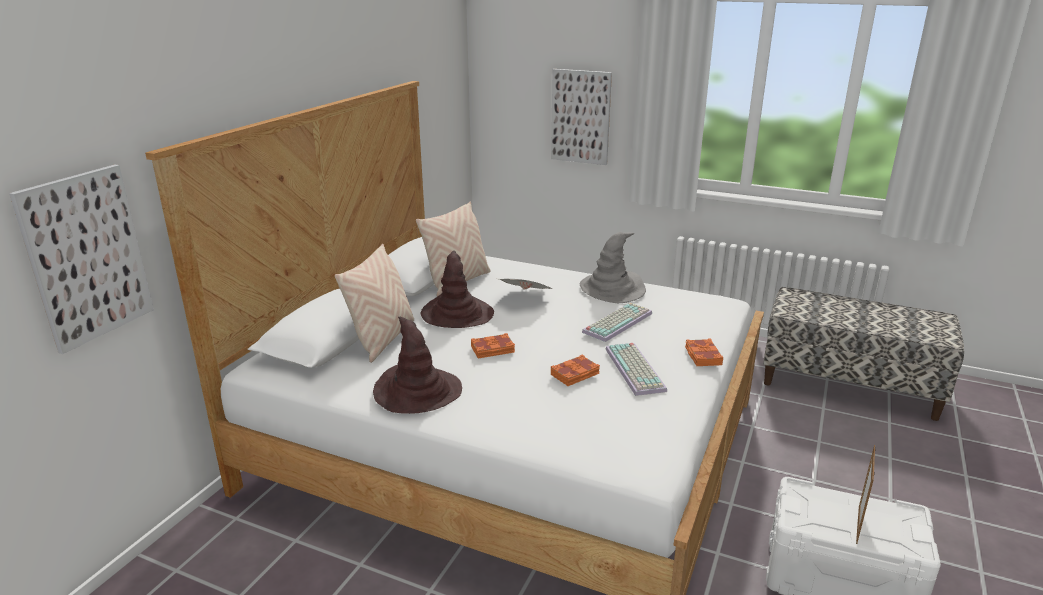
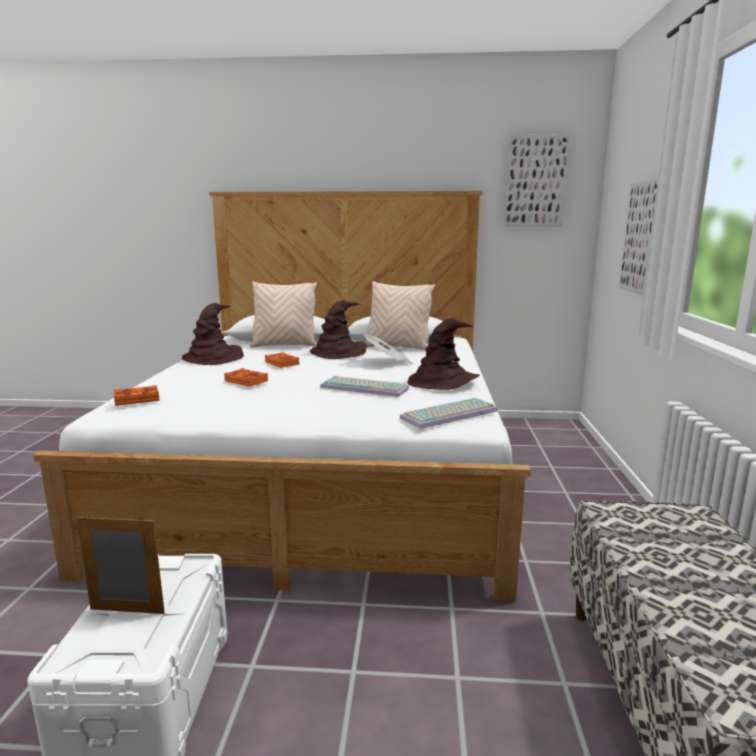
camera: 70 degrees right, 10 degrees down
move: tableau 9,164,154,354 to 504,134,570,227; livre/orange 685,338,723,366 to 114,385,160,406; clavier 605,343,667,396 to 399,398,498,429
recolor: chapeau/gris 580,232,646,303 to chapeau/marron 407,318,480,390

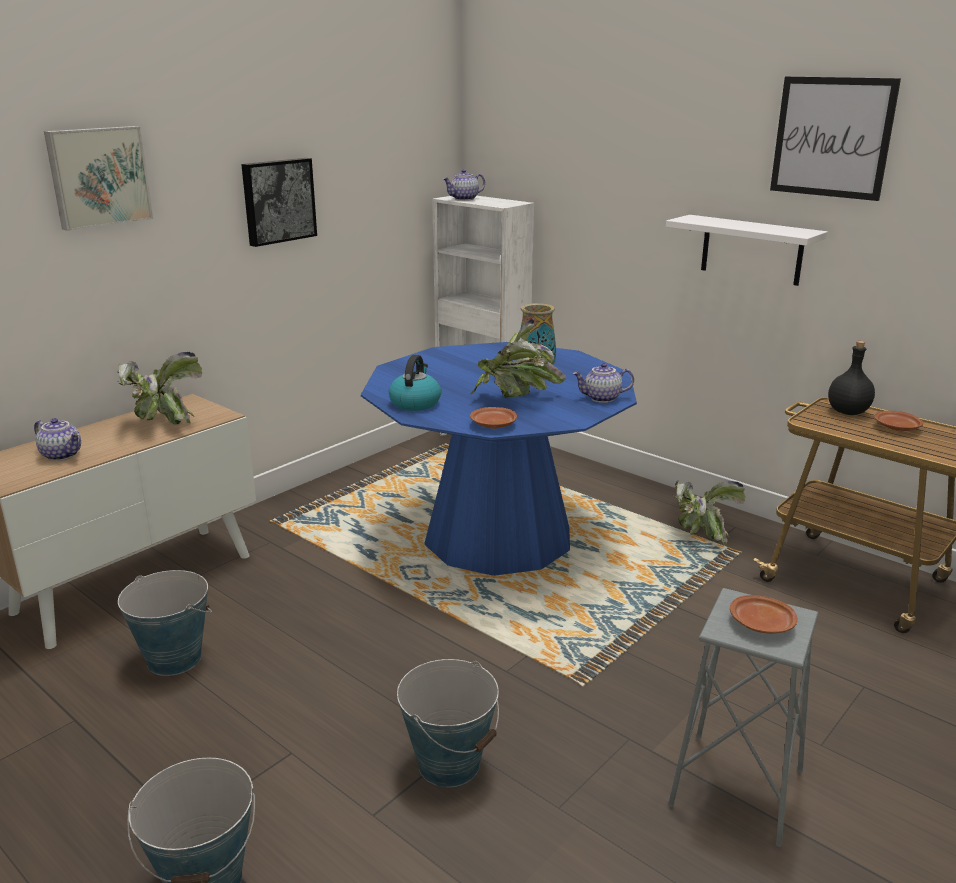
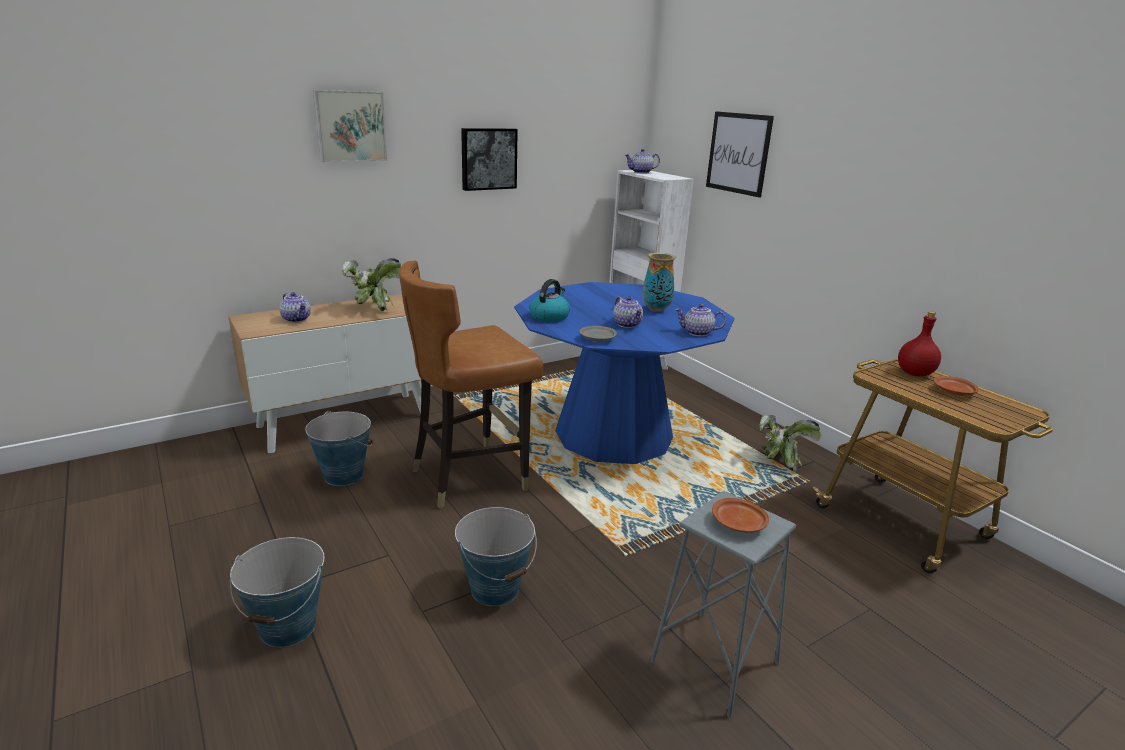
camera: 15 degrees right, 0 degrees up
delete: étagère/blanc 666,215,828,286
insert: chaise/marron 399,261,543,509
move: tableau 770,76,901,201 to 706,111,774,198
replace: plante en pot 470,320,566,398 to théière 613,296,643,328
recolor: bouteille/noir 828,341,875,415 to bouteille/rouge 898,311,941,377; assiette/marron 470,407,517,429 to assiette/gris 579,326,617,342

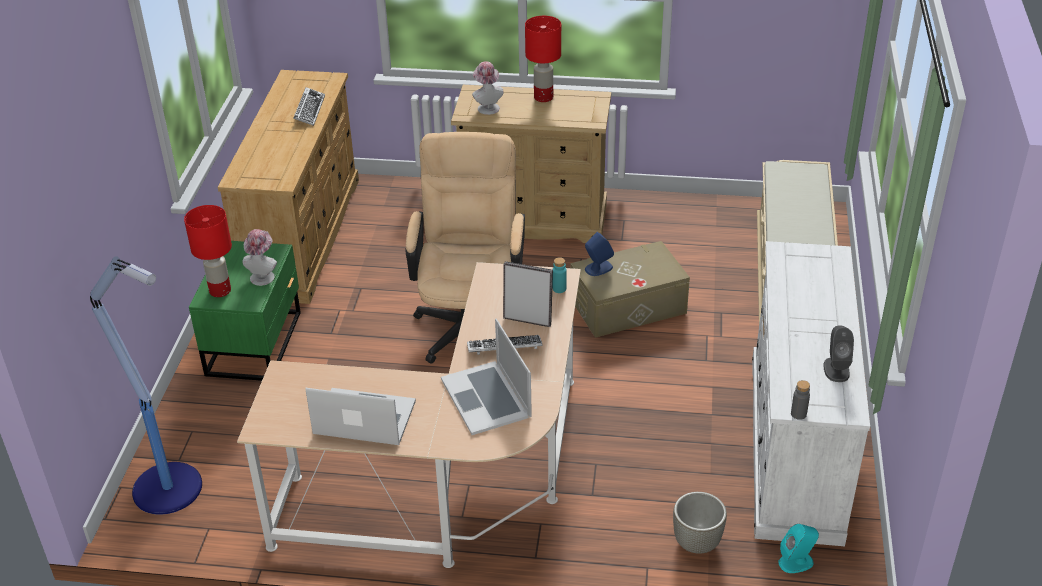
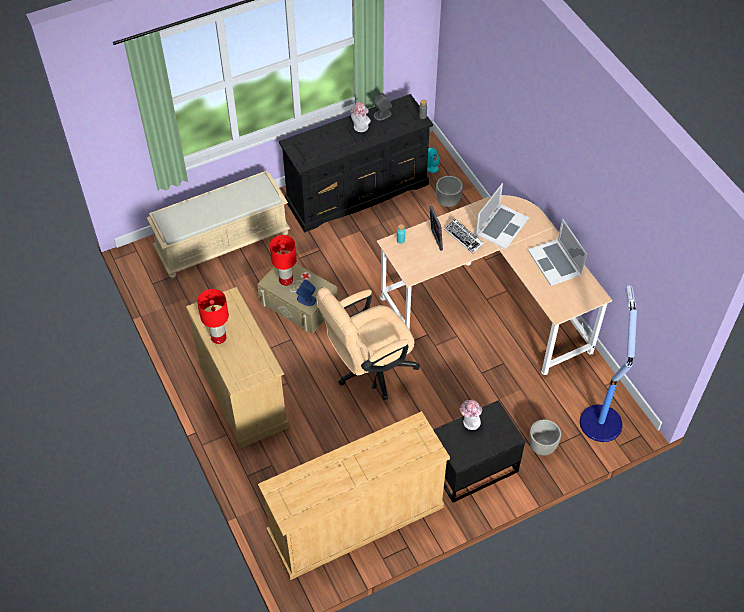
camera: 125 degrees left, 15 degrees up
delete: clavier 293,87,325,126
insert: cache-pot/gris 529,419,561,455
move: chapeau 472,61,504,115 to 351,102,371,132; lampe de table/rouge 184,205,232,297 to 270,235,297,286
recolor: table de chevet/vert 189,241,301,381 to table de chevet/noir 433,401,525,503; commode/blanc 752,241,870,546 to commode/noir 279,94,433,233

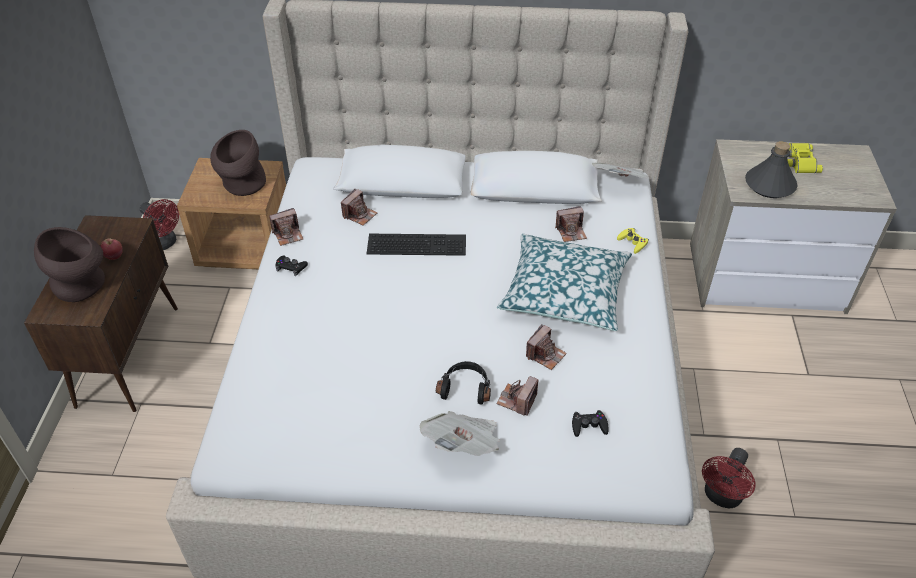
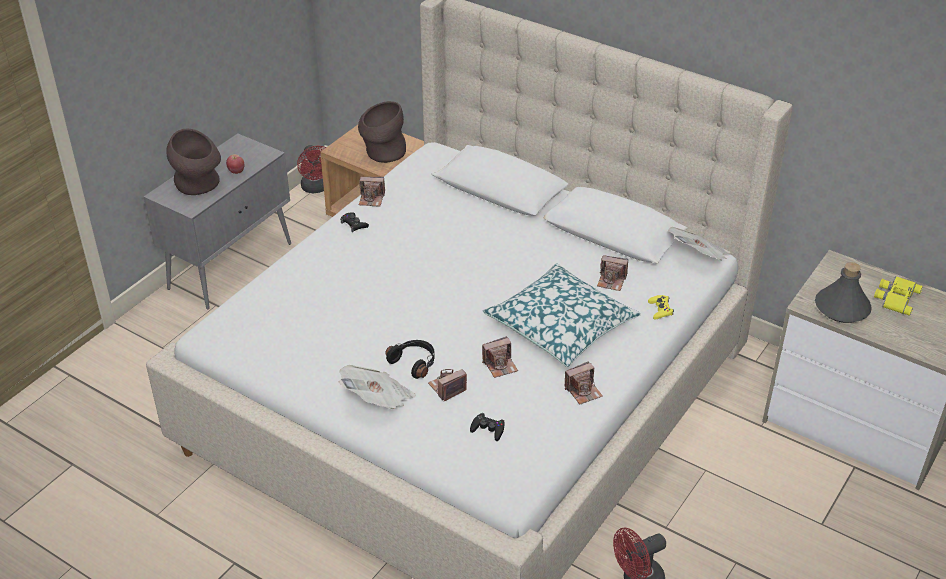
camera: 30 degrees right, 5 degrees down
delete: clavier 367,234,466,256
move: appareil photo 341,189,377,226 to 564,361,603,404
recolor: meuble de rangement/marron 24,215,178,412 to meuble de rangement/gris 143,133,291,309

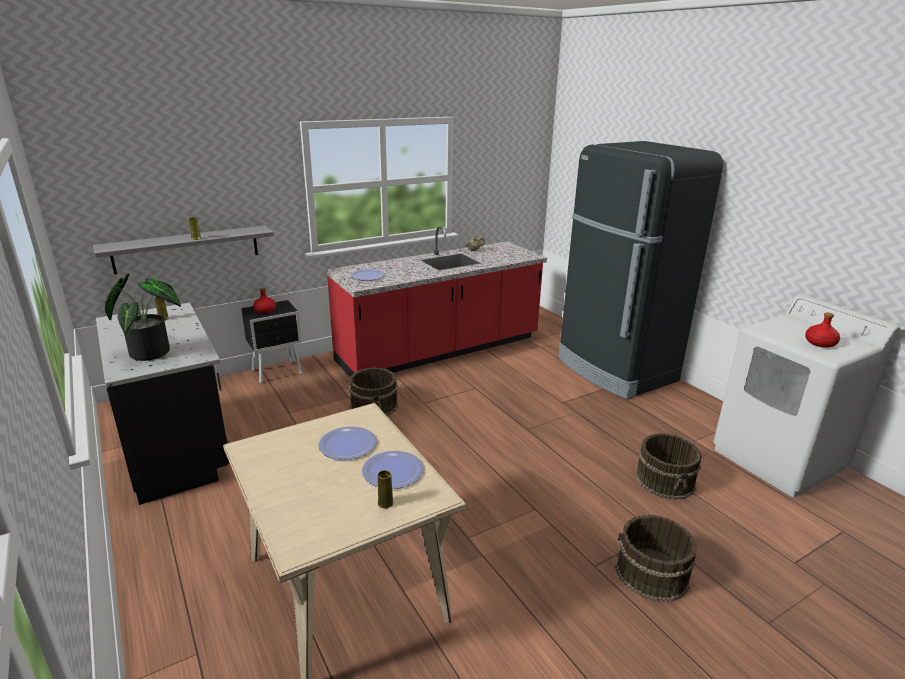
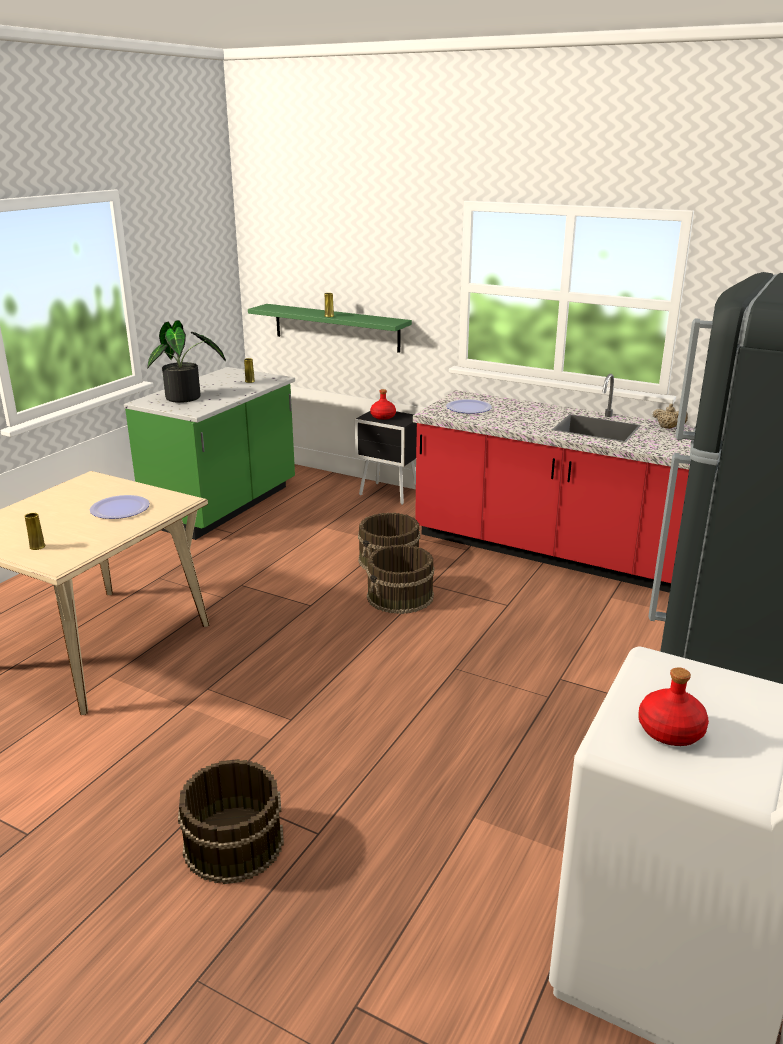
camera: 60 degrees right, 0 degrees up
delete: assiette 362,451,423,489
move: seau/marron 635,433,702,500 to 366,545,434,614
recolor: étagère/gris 93,225,274,274 to étagère/vert 248,304,412,353; comptoir de cuisine/noir 96,303,230,505 to comptoir de cuisine/vert 124,367,295,540

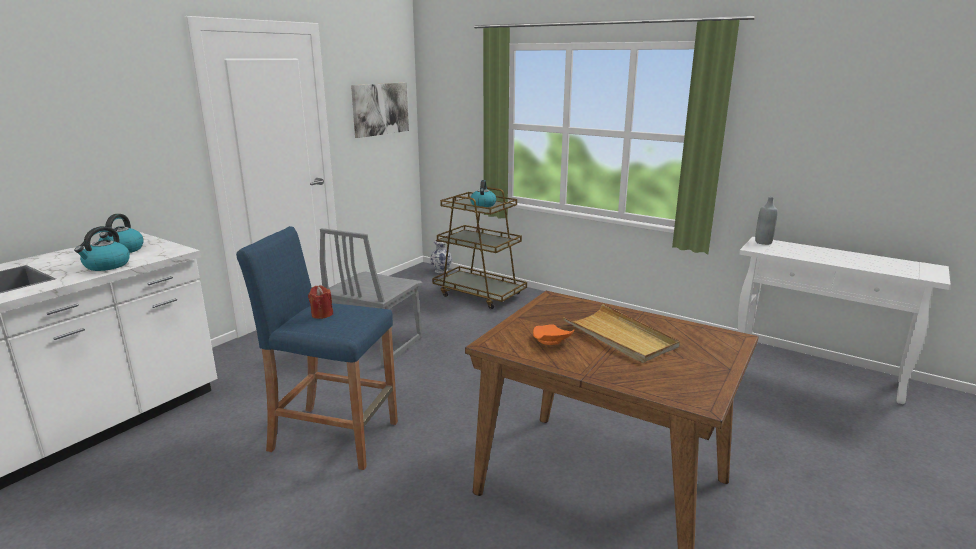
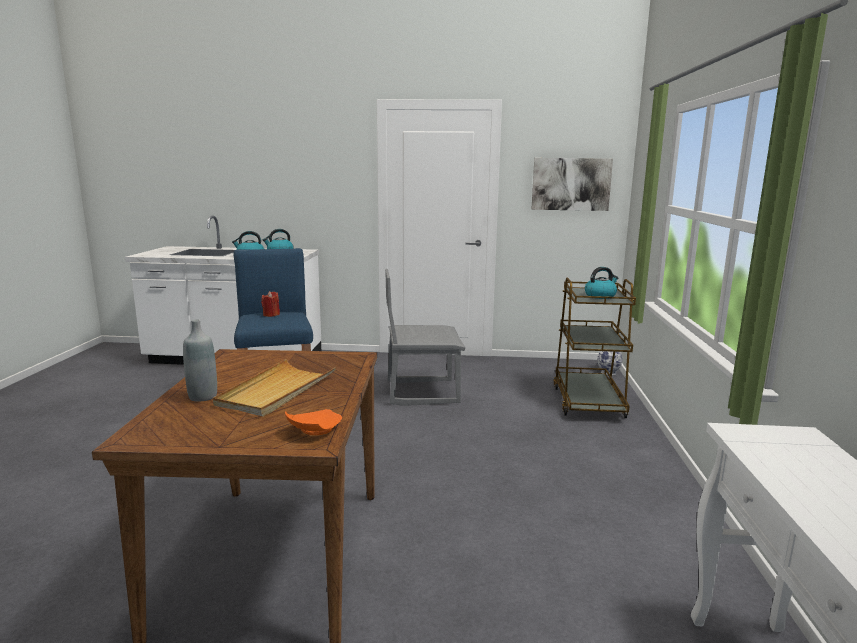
camera: 60 degrees right, 5 degrees down
move: bouteille/gris 755,197,778,245 to 183,319,217,402; assiette/orange 533,324,575,345 to 285,409,342,435

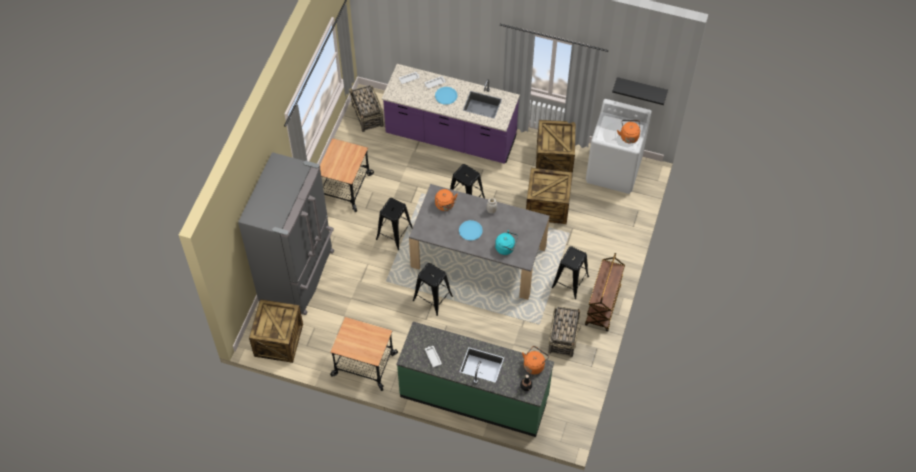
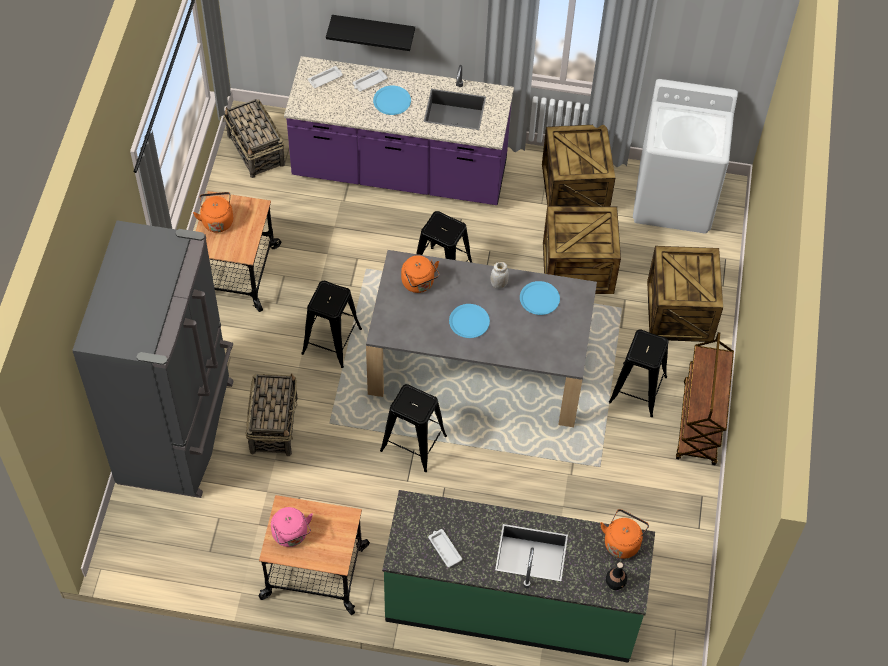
camera: 10 degrees left, 0 degrees up
delete: bouilloire/turquoise 495,230,518,255
insert: assiette/bleu 520,281,560,315; bouilloire/rose 271,507,313,547
move: étagère/noir 612,77,668,105 to 326,15,415,51; bouilloire/orange 617,120,640,143 to 193,192,233,233; caisse 249,299,303,363 to 647,246,723,342; panier 548,306,581,357 to 246,374,298,456

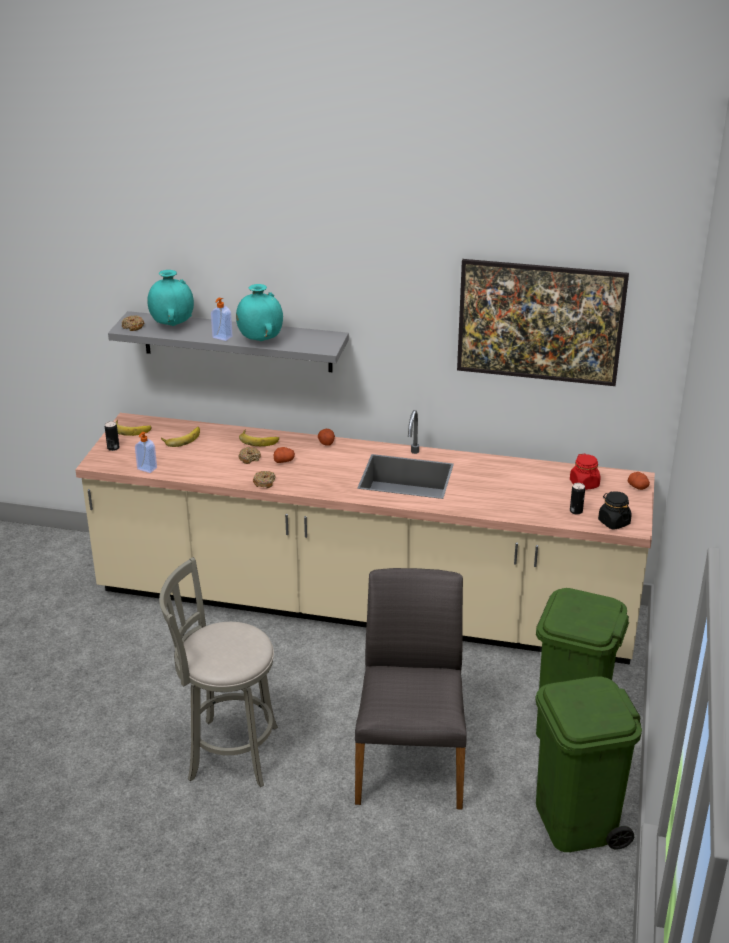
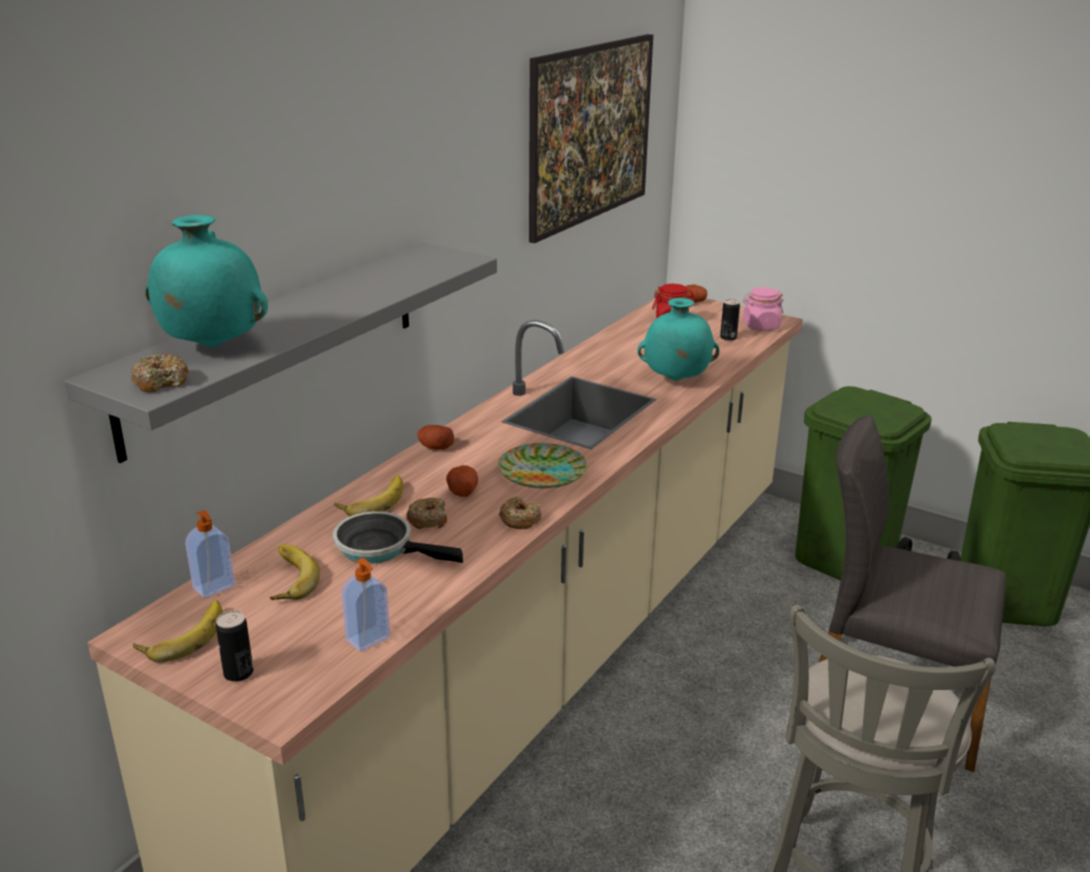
camera: 70 degrees left, 5 degrees down
insert: assiette 498,443,587,489; poêle 332,511,463,564
move: vase/turquoise 236,284,283,341 to 637,298,719,381; distributeur de savon 211,298,233,341 to 185,510,235,598
recolor: bocal/noir 598,491,632,530 to bocal/rose 742,287,783,330

